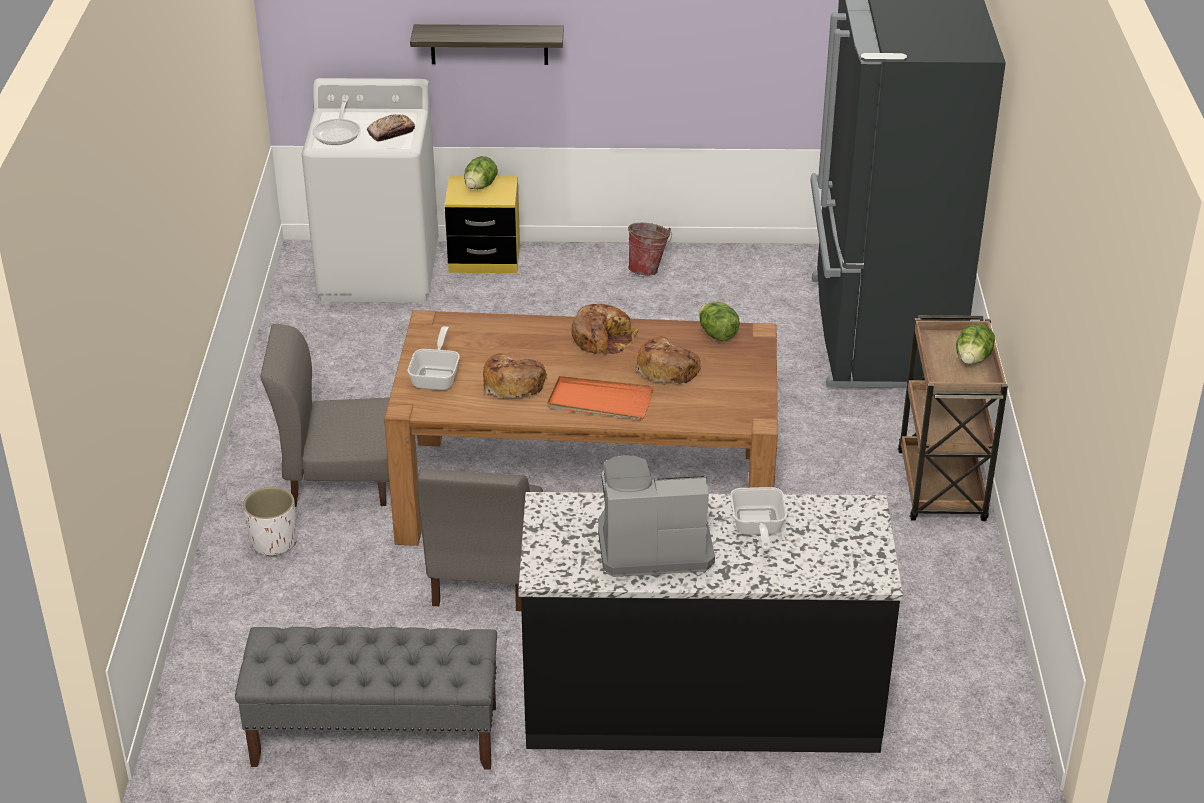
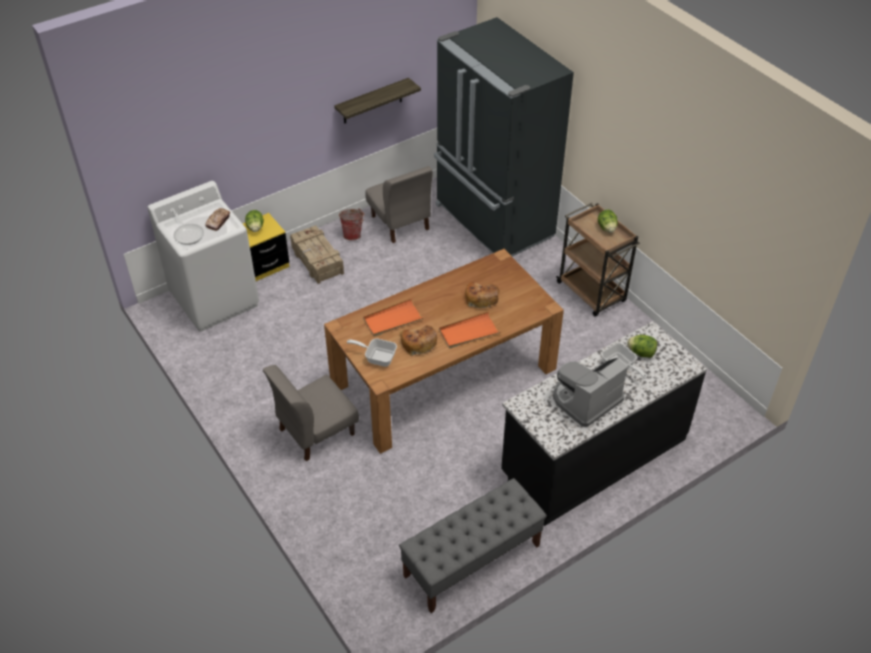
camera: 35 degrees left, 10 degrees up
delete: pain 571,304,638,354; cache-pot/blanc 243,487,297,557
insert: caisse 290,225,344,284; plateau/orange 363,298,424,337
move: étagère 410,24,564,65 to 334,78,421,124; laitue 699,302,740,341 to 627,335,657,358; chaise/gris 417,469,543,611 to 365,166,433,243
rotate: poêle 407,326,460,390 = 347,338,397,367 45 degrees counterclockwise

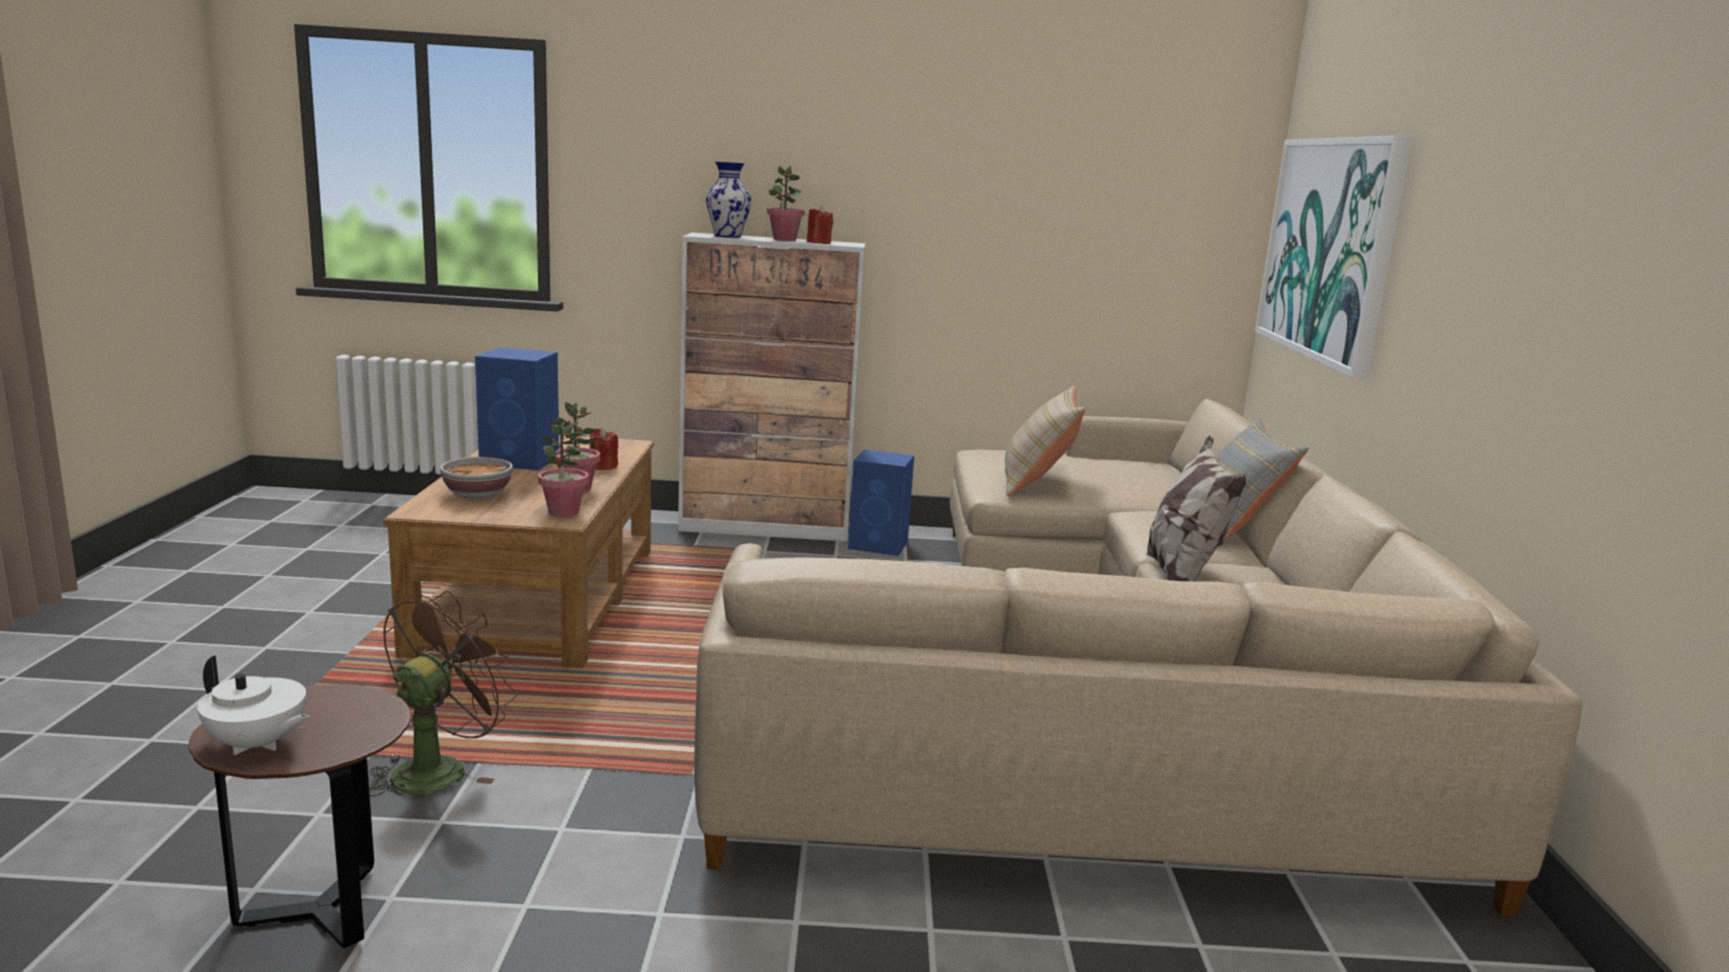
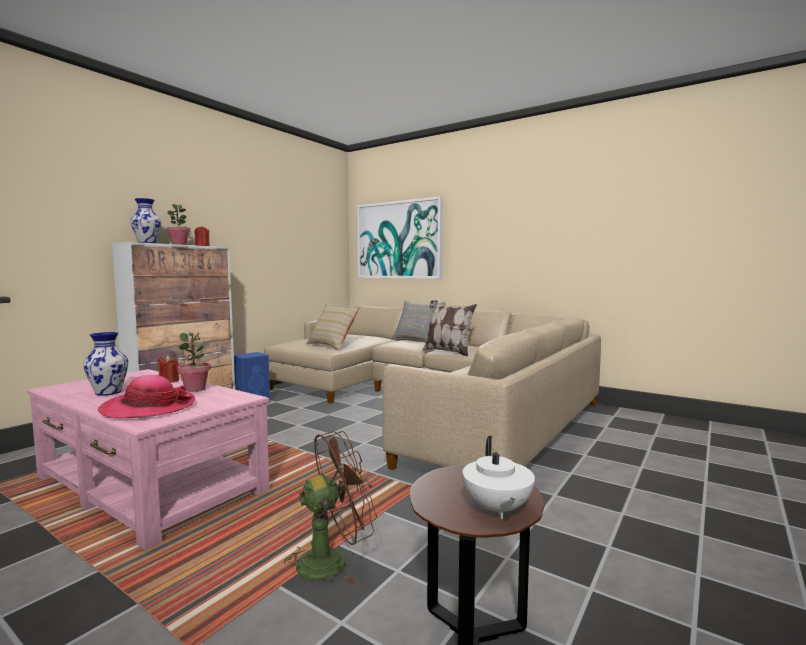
camera: 55 degrees left, 10 degrees down
delete: plante en pot 538,419,588,517
replace: enceinte/bleu 475,347,559,471 to vase 83,332,128,396; bol 440,457,513,499 to chapeau 98,375,195,418
recolor: table basse/marron 383,435,654,668 to table basse/rose 27,369,269,550
rotate: ventilateur/marron 369,591,519,797 = 284,431,377,585 90 degrees clockwise; théière/blanc 197,655,309,755 = 463,436,535,519 120 degrees clockwise

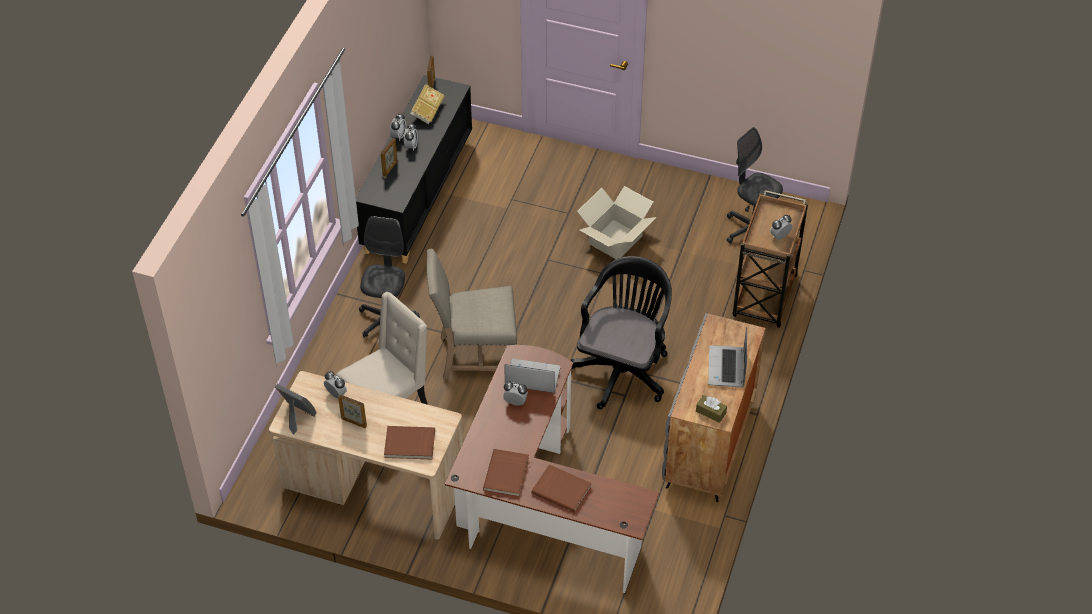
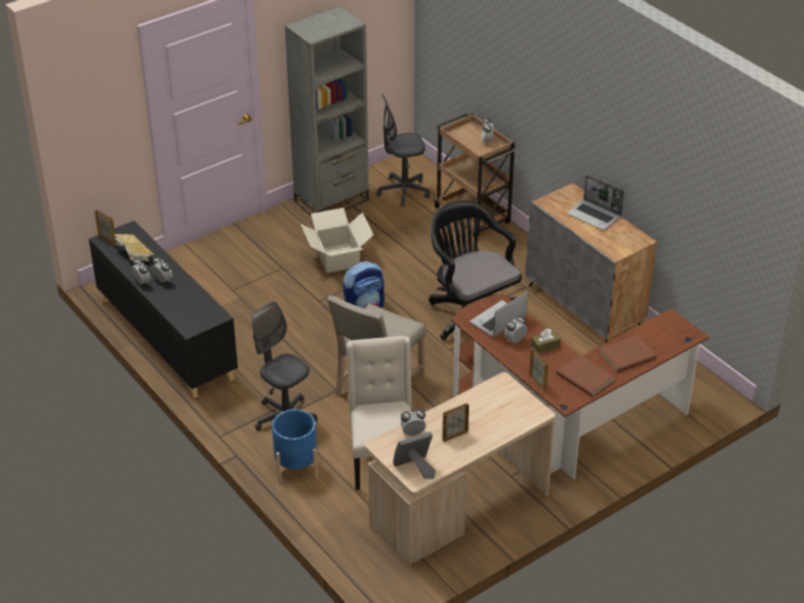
camera: 55 degrees left, 10 degrees down
delete: livre/marron 384,426,435,460
insert: bibliothèque/gris 285,6,369,215; sac à dos 343,261,385,309; cache-pot/bleu 272,409,318,483
move: cadre photo 381,138,398,177 to 529,348,548,392; boîte à mouchoirs/marron 696,395,727,423 to 531,329,561,353

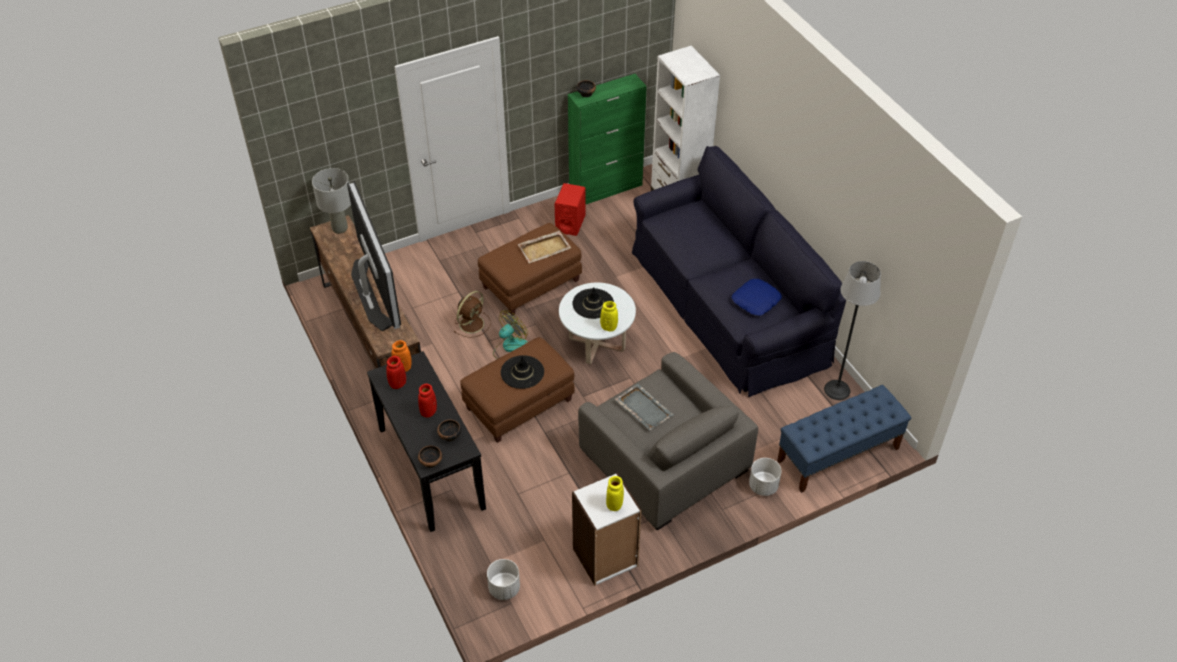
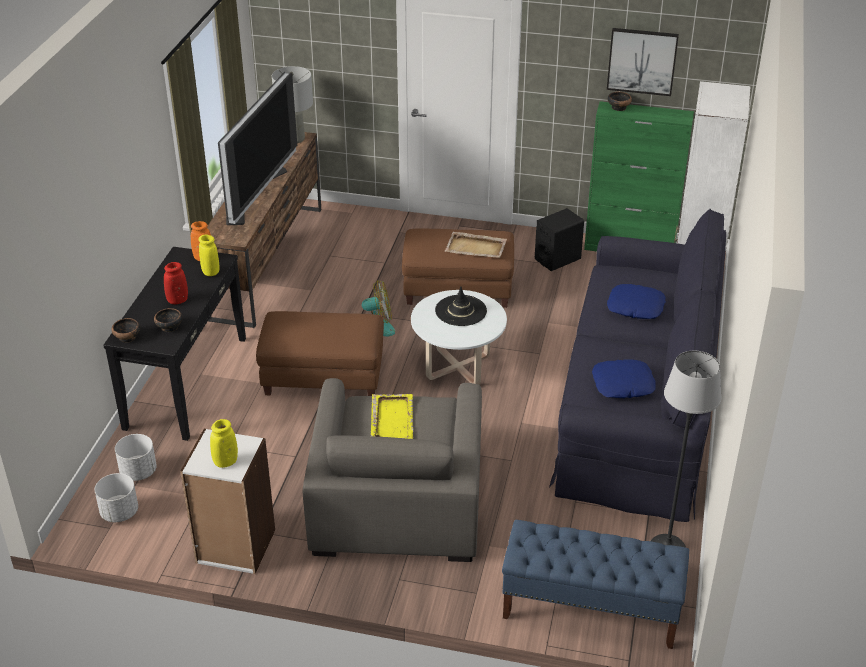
camera: 40 degrees right, 10 degrees down
delete: ventilateur/marron 453,291,491,338; chapeau/noir 501,355,544,389; vase/rouge 386,356,406,389
insert: tableau 607,28,679,96; coussin/bleu 607,284,666,319
move: vase/jaune 600,301,618,331 to 199,235,219,276; cache-pot/blanc 749,458,782,496 to 115,434,157,481
recolor: enceinte/rouge 555,183,586,236 to enceinte/noir 535,208,584,271; plateau/gris 614,384,674,430 to plateau/jaune 371,394,413,439

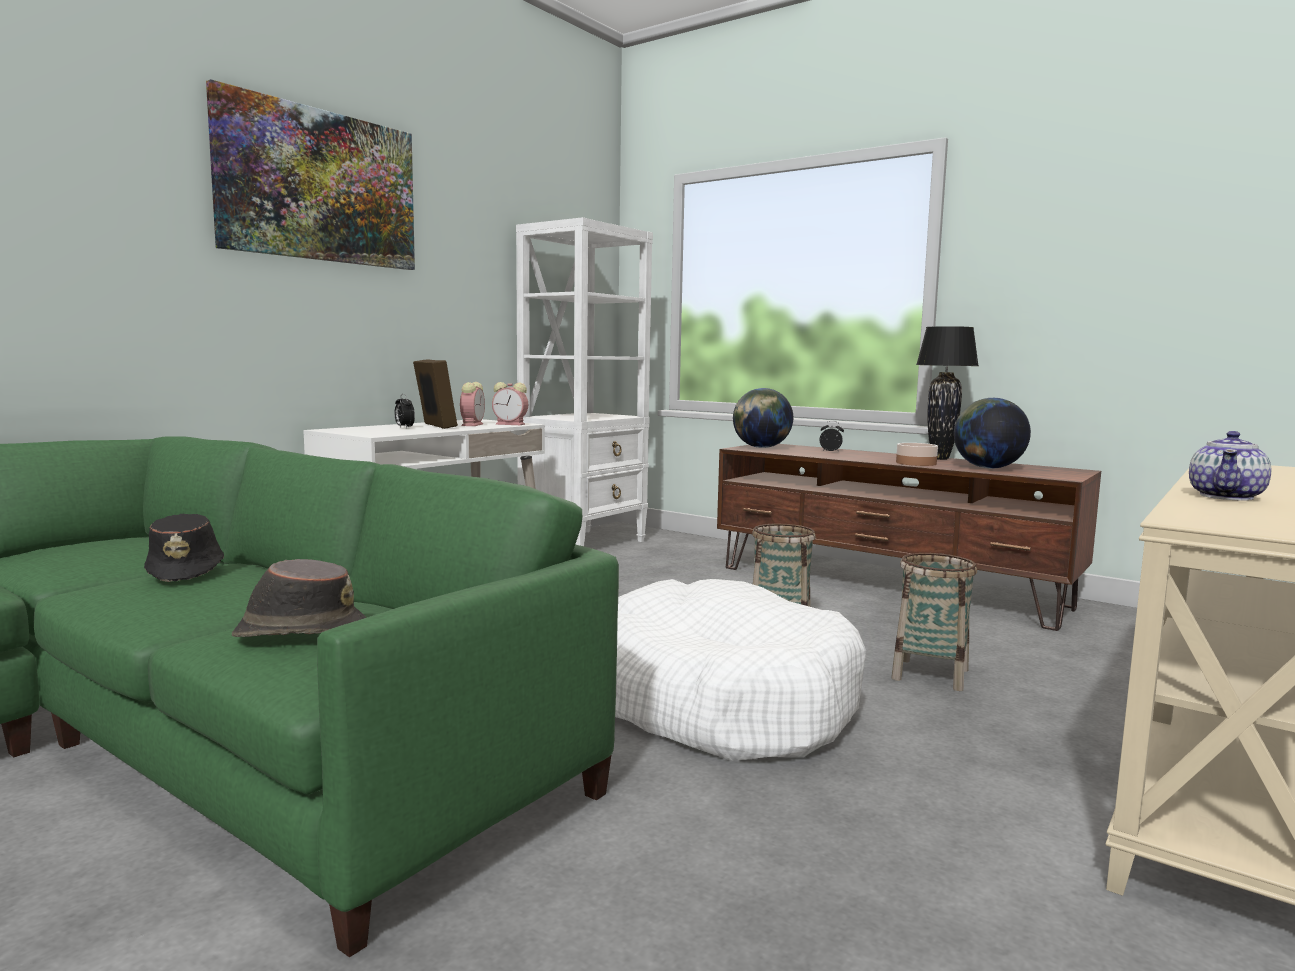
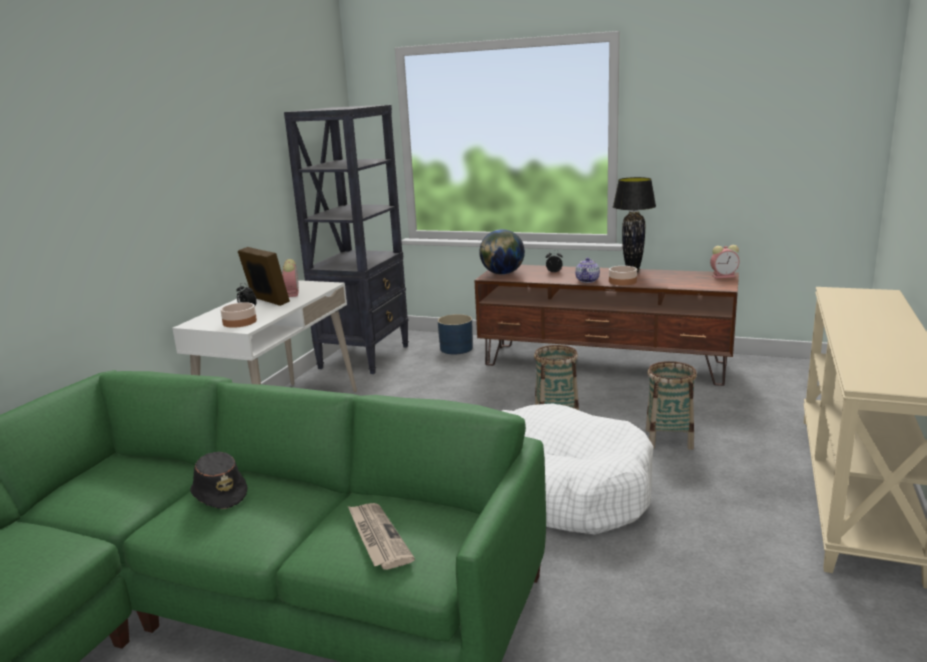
camera: 15 degrees left, 10 degrees up
delete: tableau 206,79,415,270; globe 954,398,1031,469
insert: bol 220,302,257,328; cache-pot/bleu 438,314,473,354
move: réveil 492,382,528,425 to 710,245,740,279; théière 1189,431,1271,501 to 575,258,600,283
replace: chapeau/marron 232,559,366,637 to journal 348,503,415,570
recolor: bibliothèque/blanc 516,217,653,546 to bibliothèque/noir 284,105,409,374

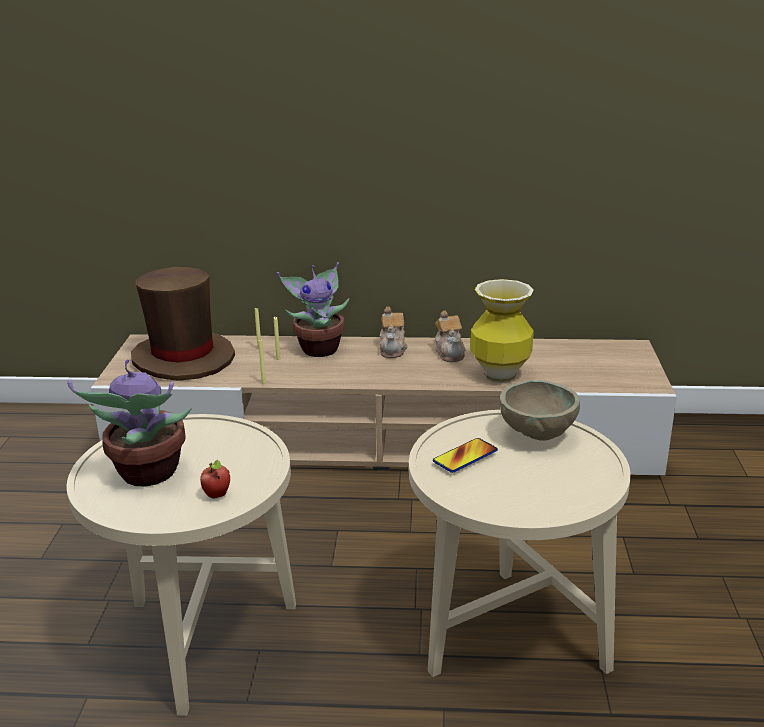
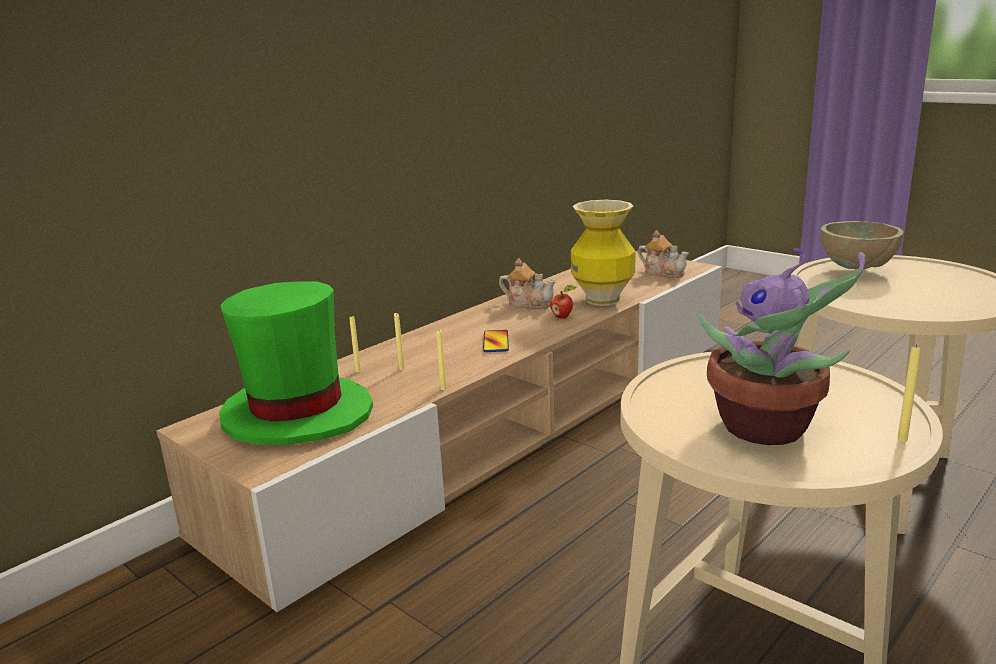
camera: 50 degrees left, 5 degrees down
delete: plante en pot 276,262,349,357
insert: bougie/jaune 897,344,921,442
move: théière 380,306,407,358 to 638,230,689,278; téléphone 433,438,498,473 to 483,330,509,352; pomme 200,460,230,498 to 550,285,577,319
recolor: chapeau/marron 131,267,235,381 to chapeau/vert 219,281,373,445

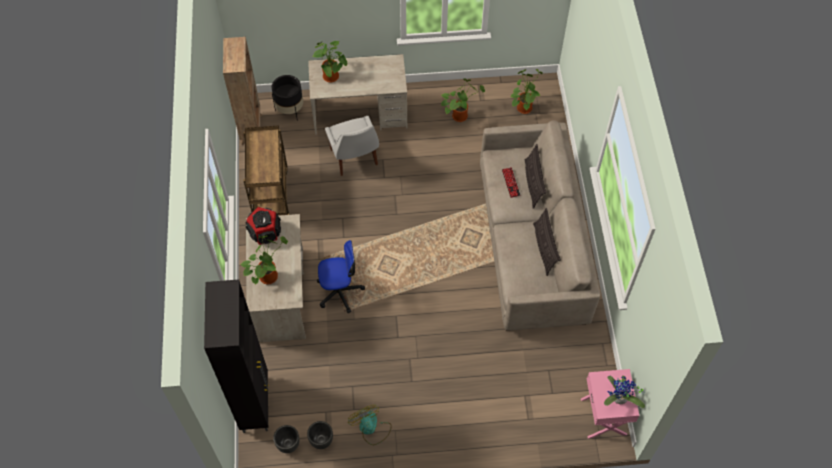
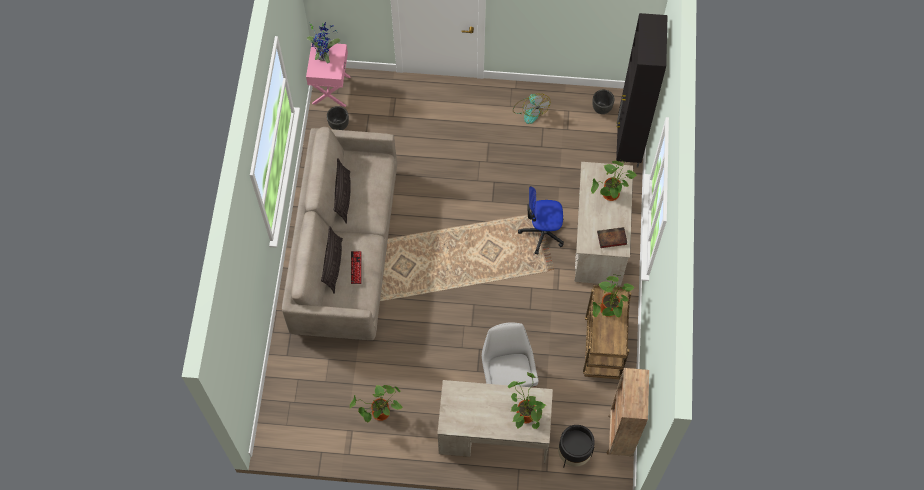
camera: 170 degrees left, 5 degrees up
move: plante en pot 511,69,543,114 to 593,274,635,317; cache-pot/noir 307,421,333,449 to 327,106,349,130
replace: enceinte 246,207,281,245 to livre 597,227,627,248

